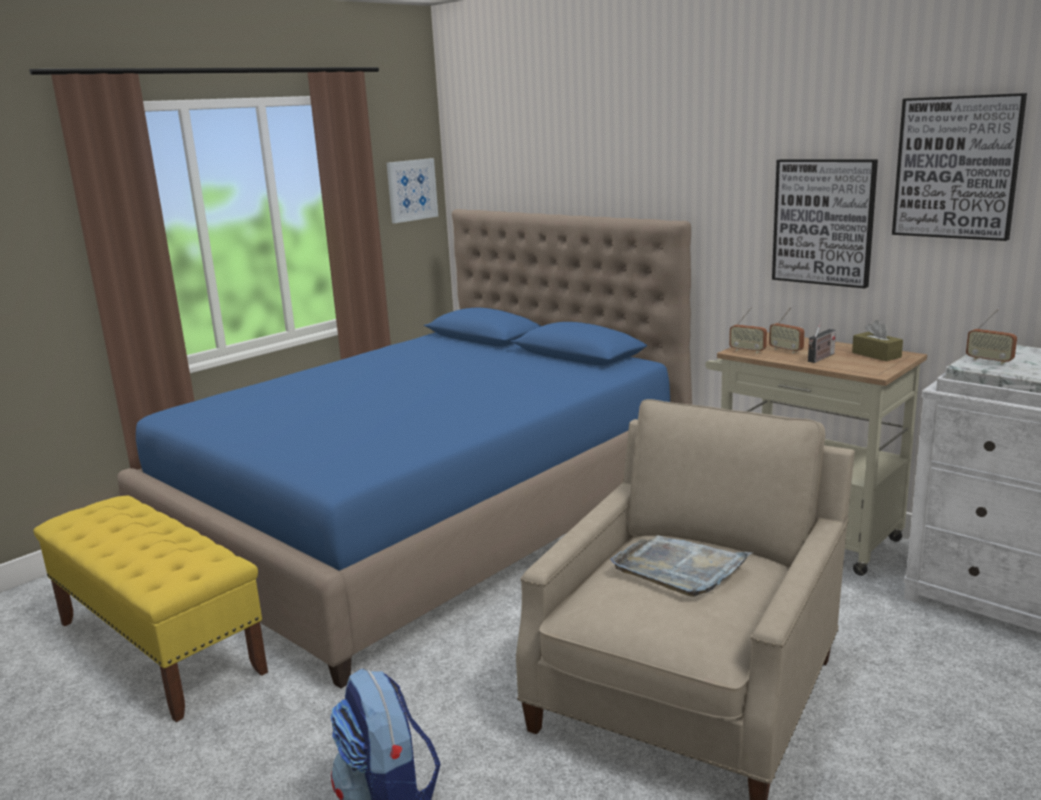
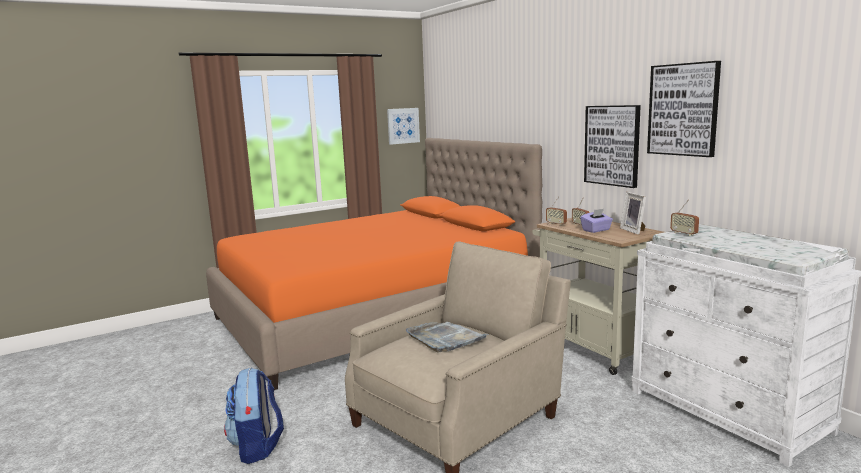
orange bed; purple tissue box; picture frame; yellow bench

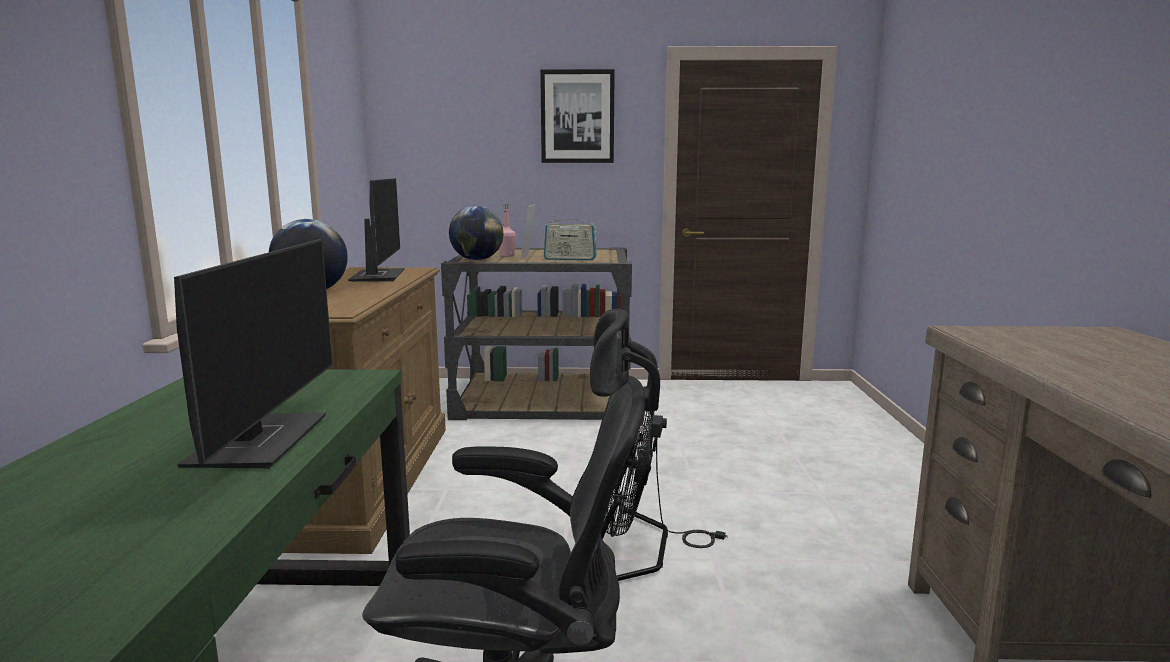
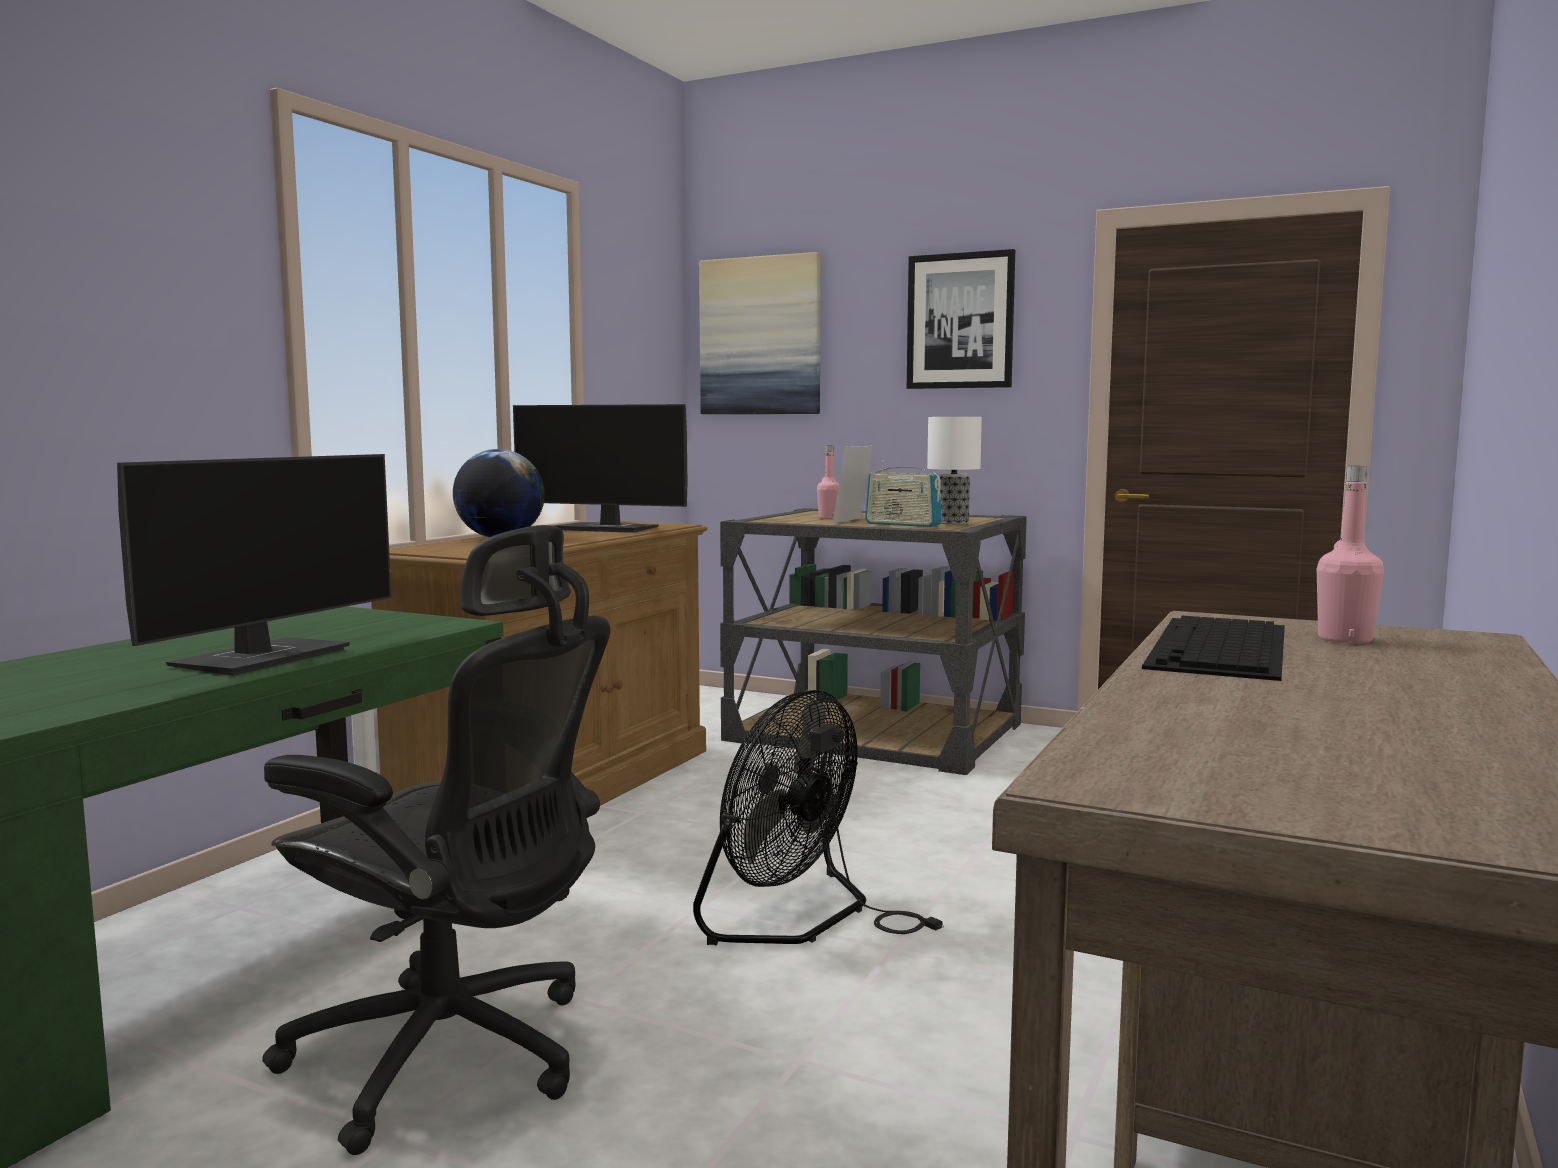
monitor (no. 2 from left); picture (no. 1 from left); table lamp; keyboard; pink bottle (no. 2 from left); globe (no. 2 from left in the first image)

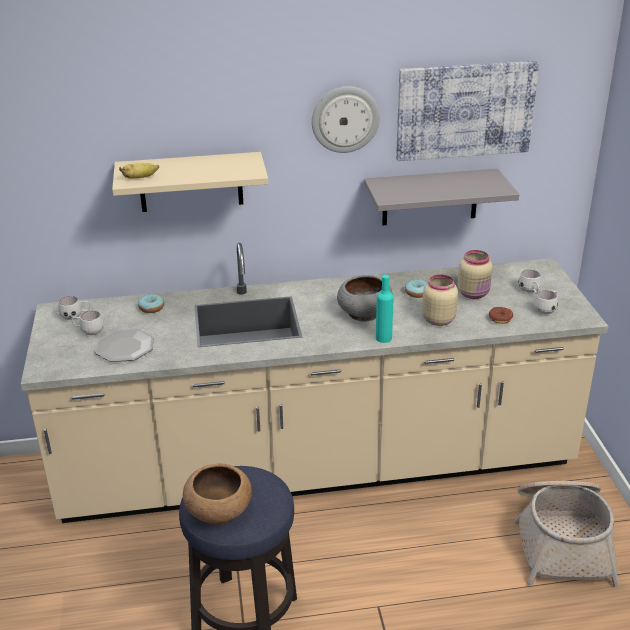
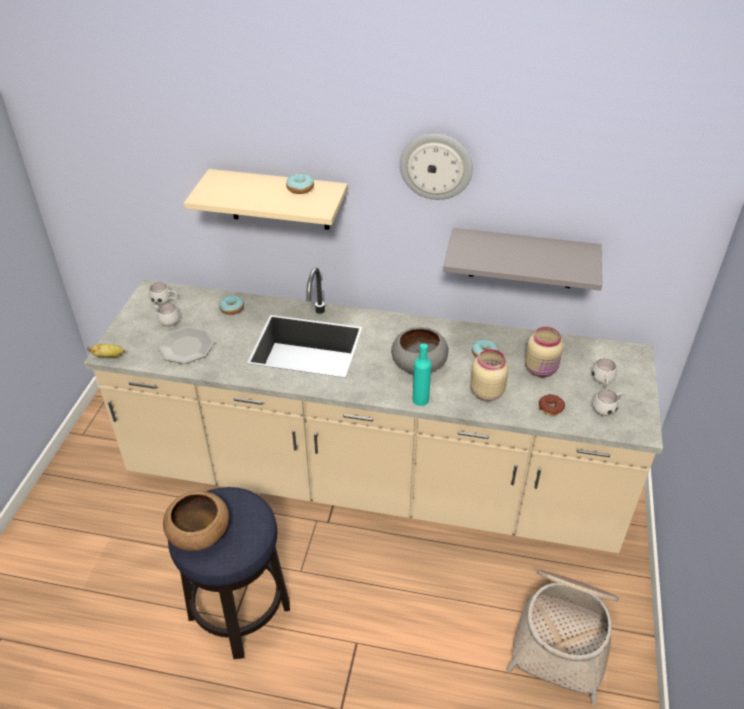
banana; donut (no. 2 from left); picture

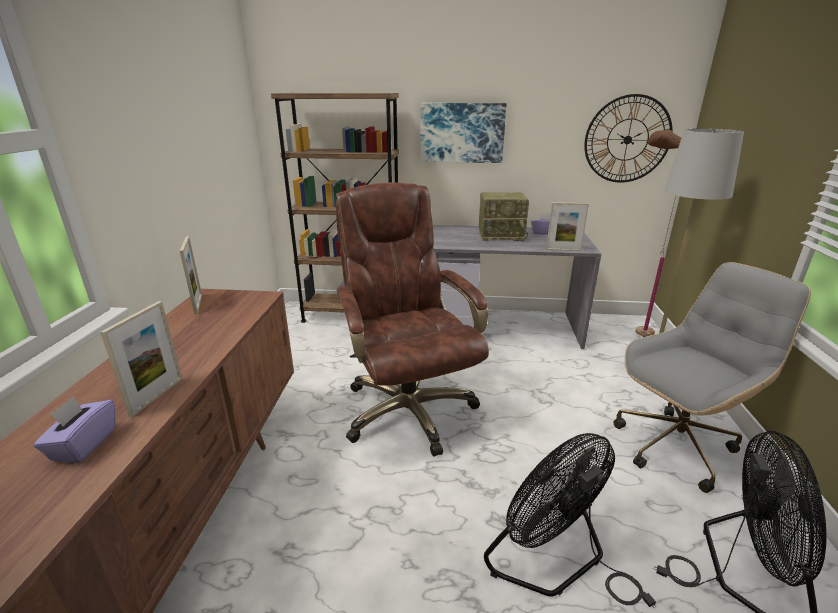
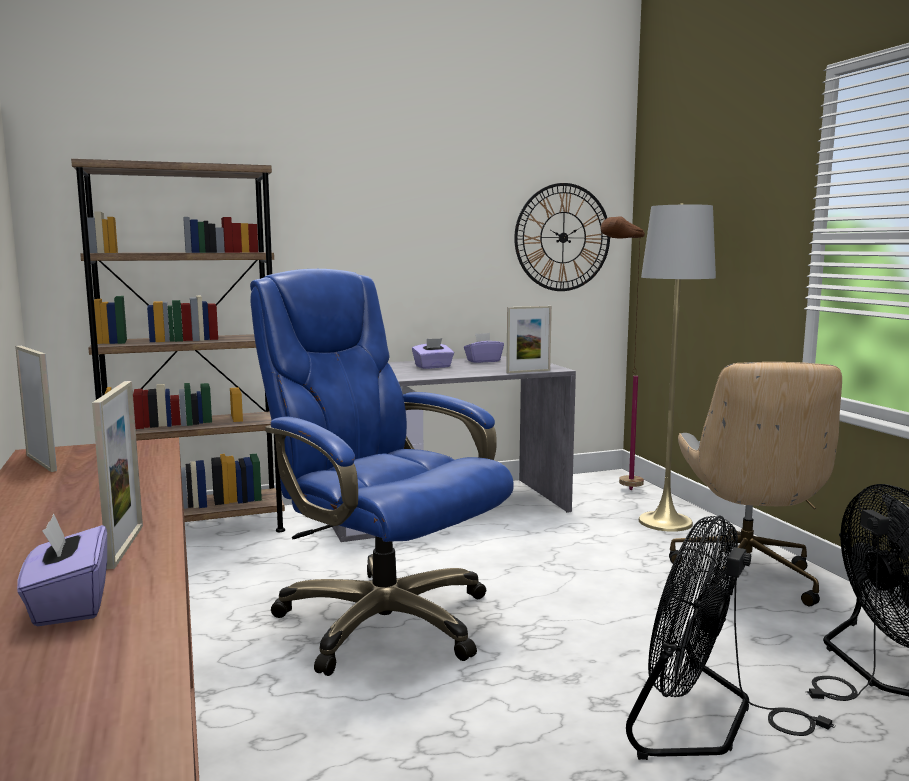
blue office chair; purple tissue box (no. 2 from left); grey office chair; picture

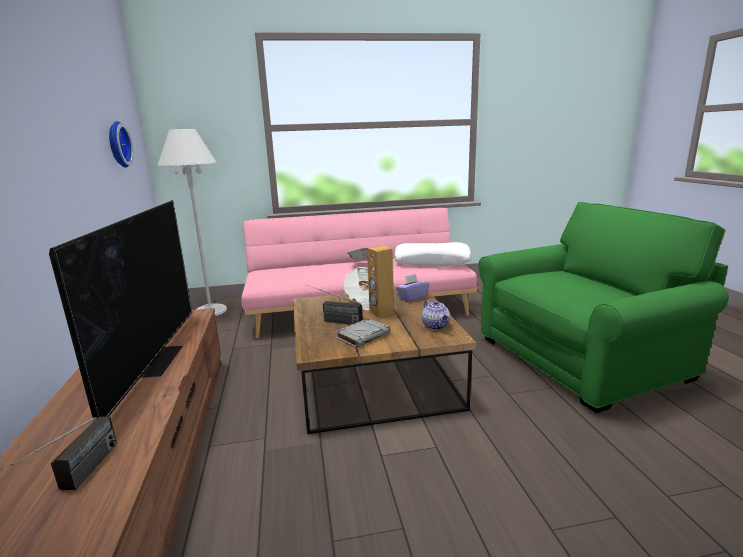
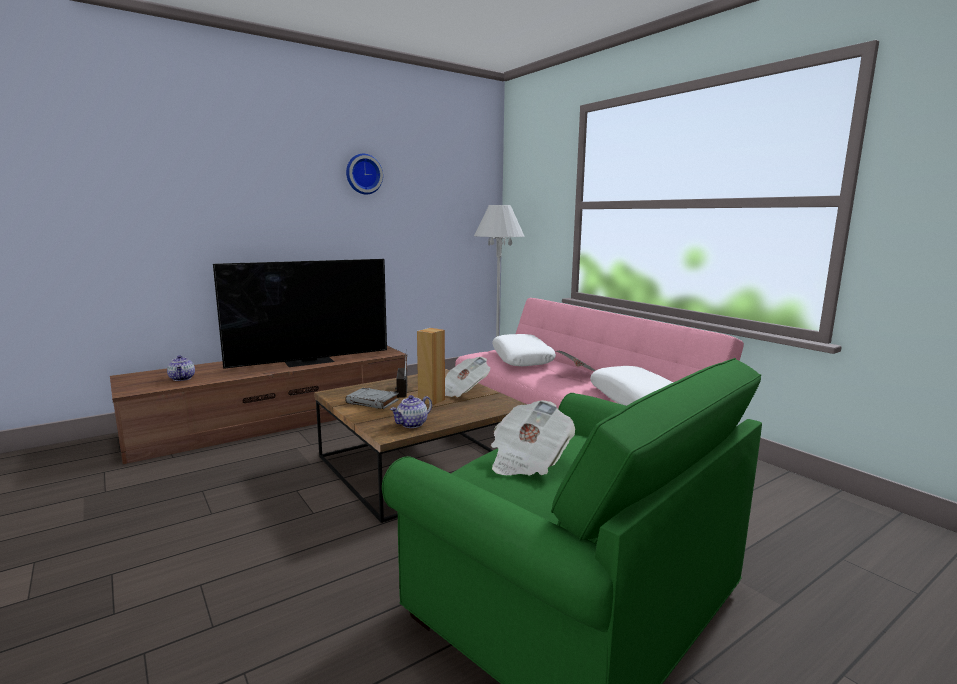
teapot (no. 1 from left); wall clock; newspaper (no. 2 from left); white pillow (no. 1 from left); purple tissue box

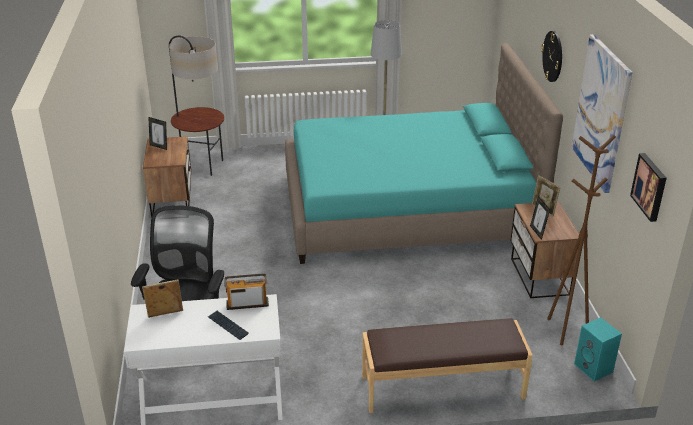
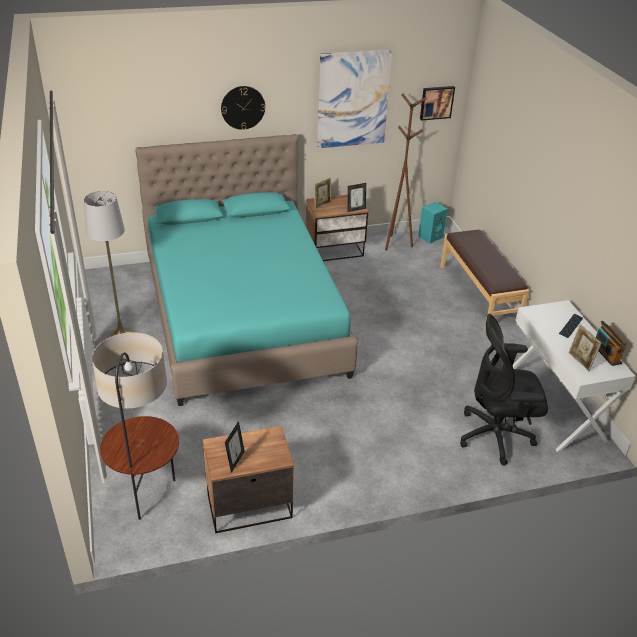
radio

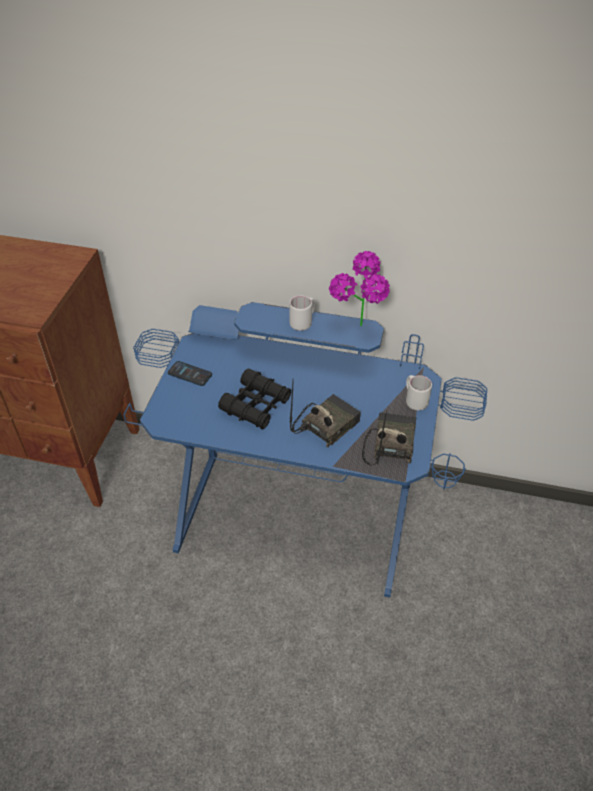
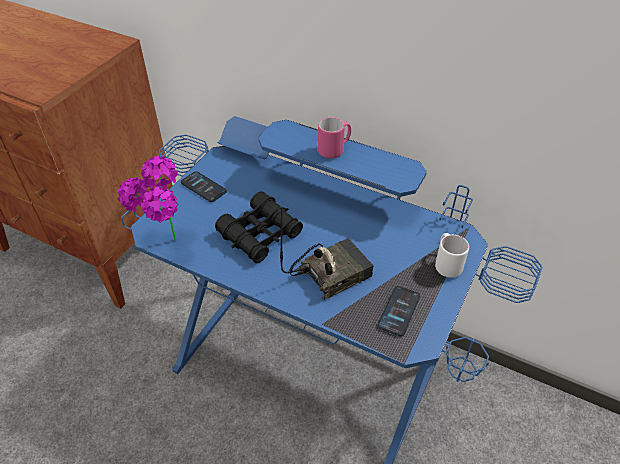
potted plant; pink mug; phone (no. 2 from left)

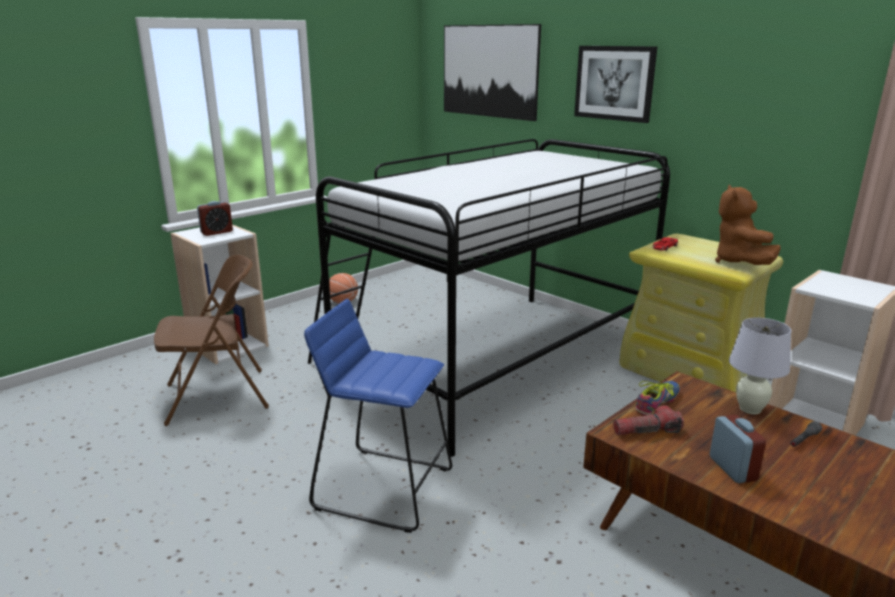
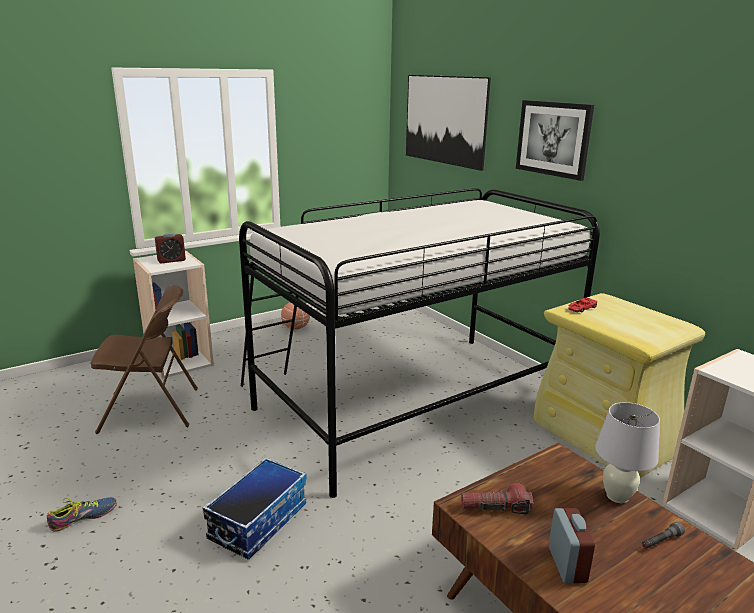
shoe; storage box; brown plush toy

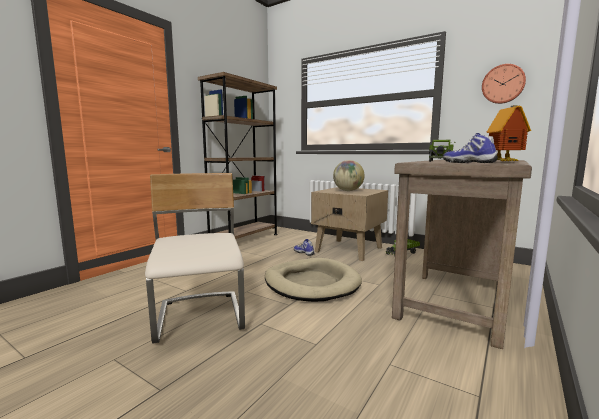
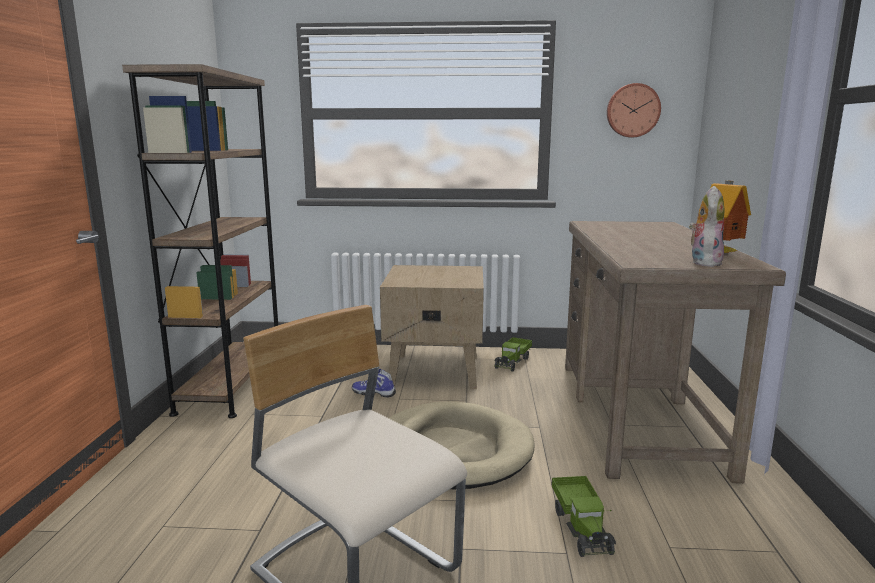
toy truck (no. 2 from left); plush toy; globe

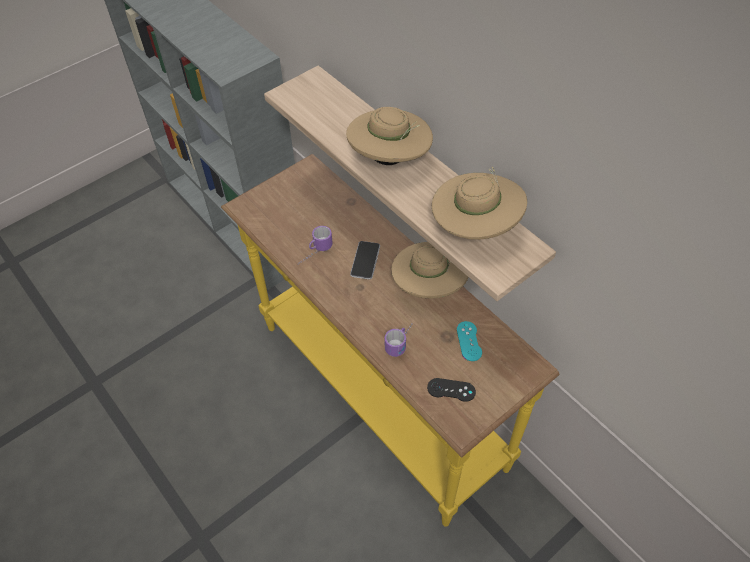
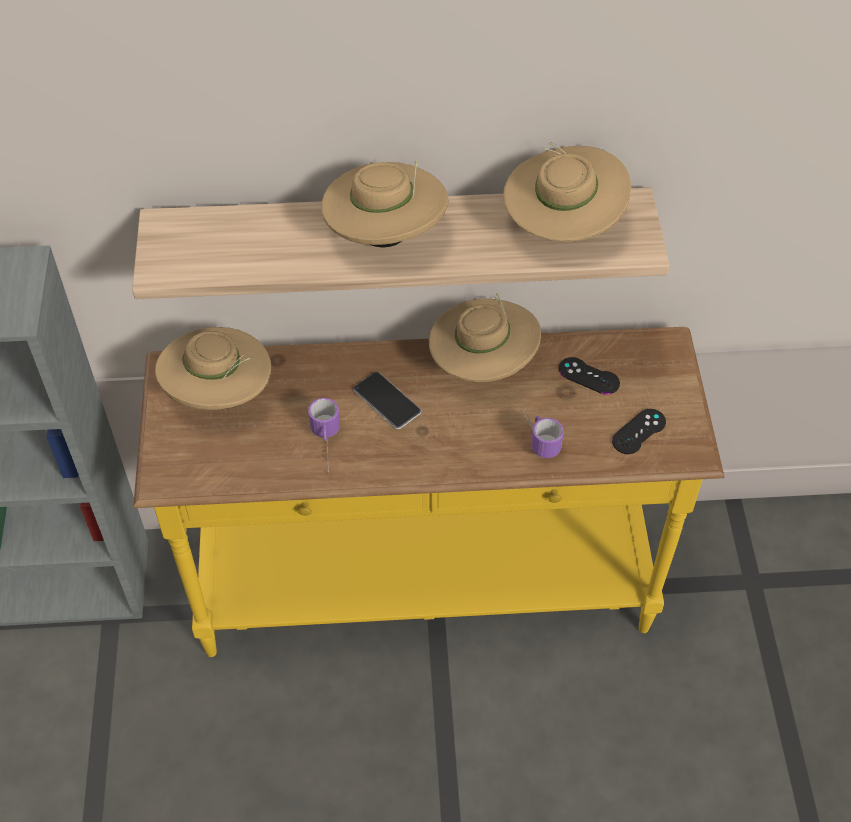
beige hat (no. 1 from left); black game controller (no. 1 from left)

